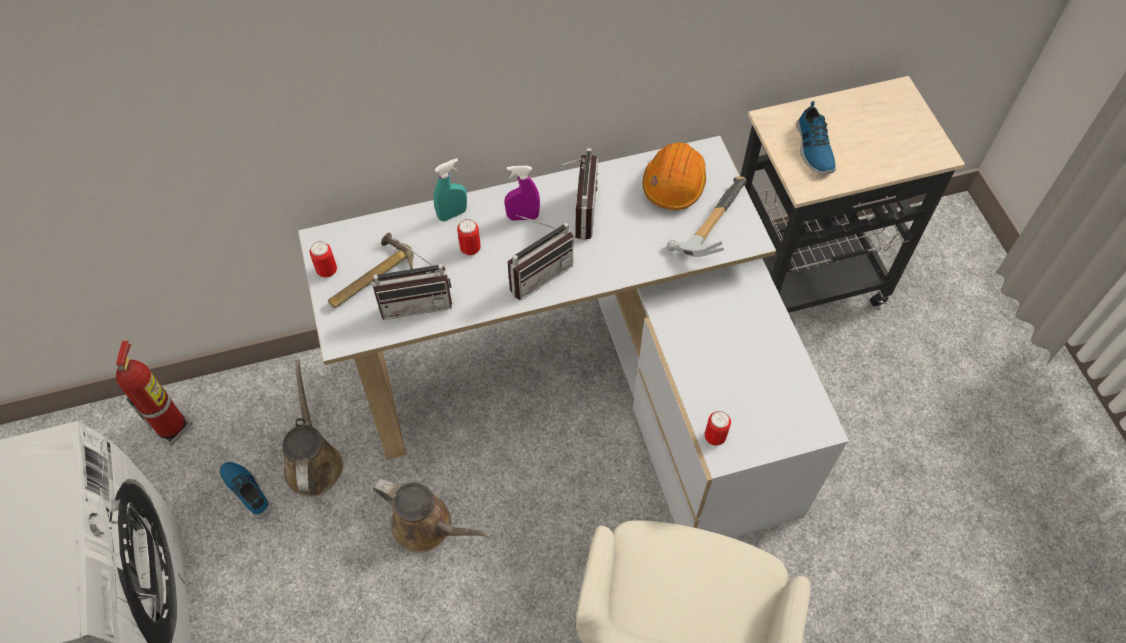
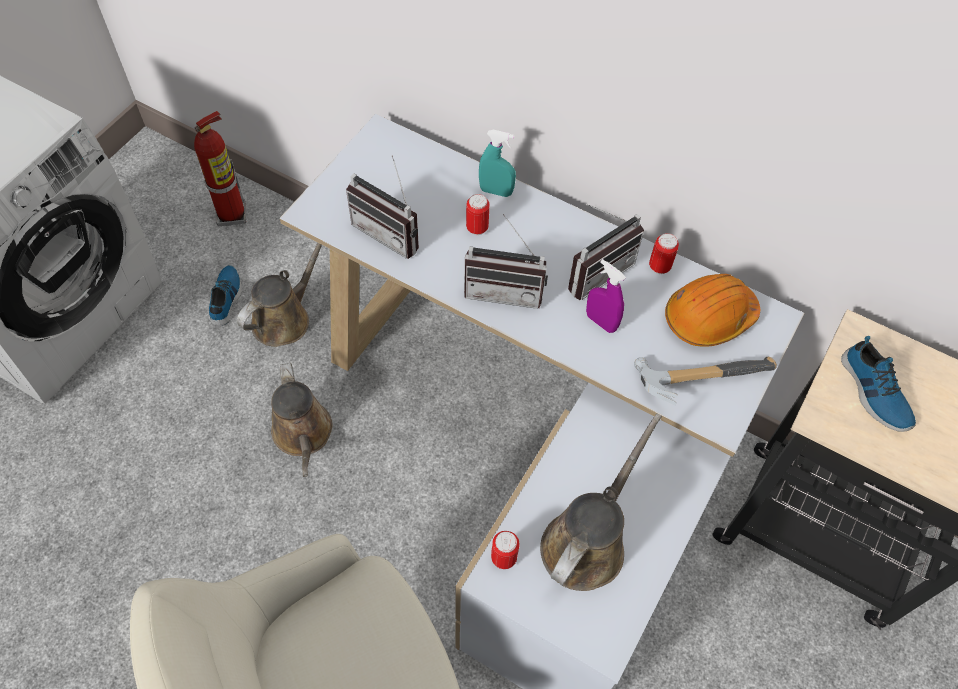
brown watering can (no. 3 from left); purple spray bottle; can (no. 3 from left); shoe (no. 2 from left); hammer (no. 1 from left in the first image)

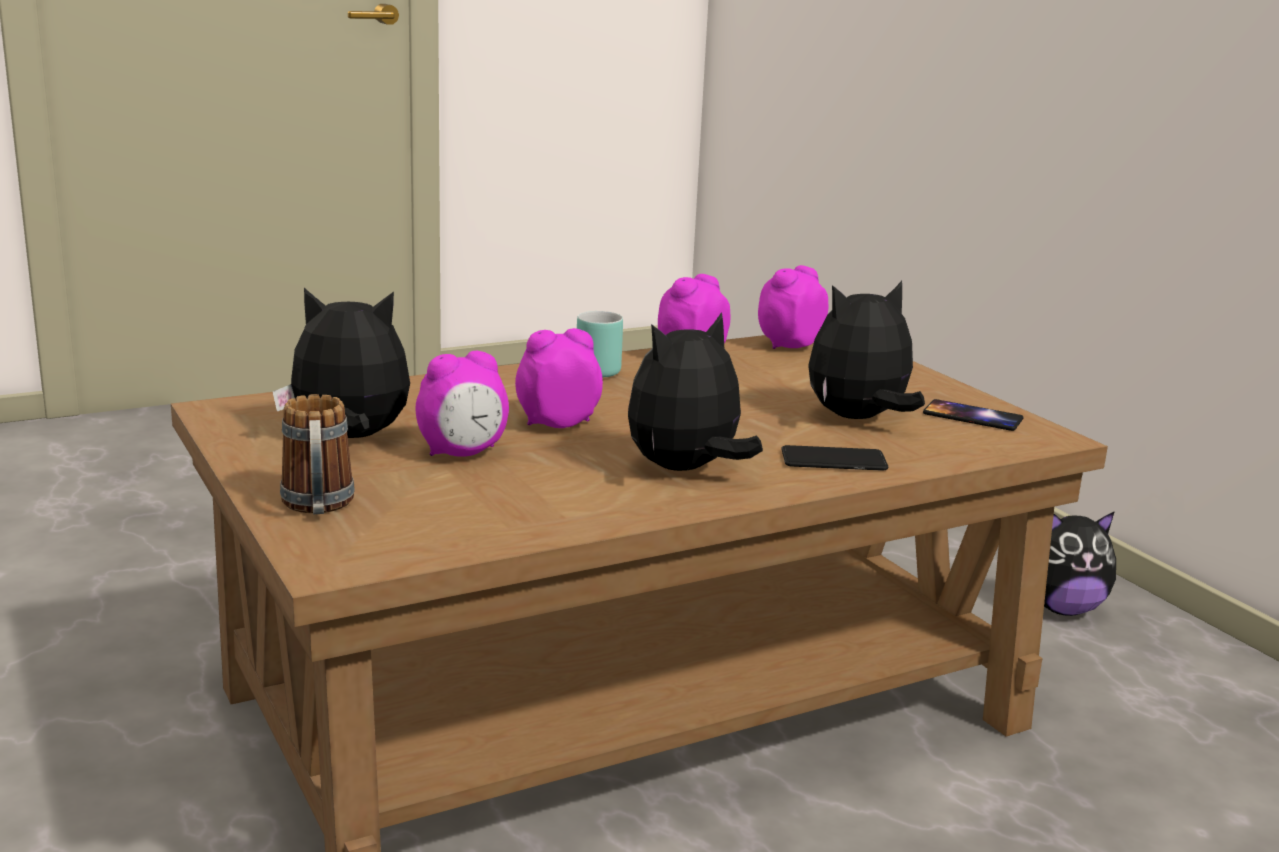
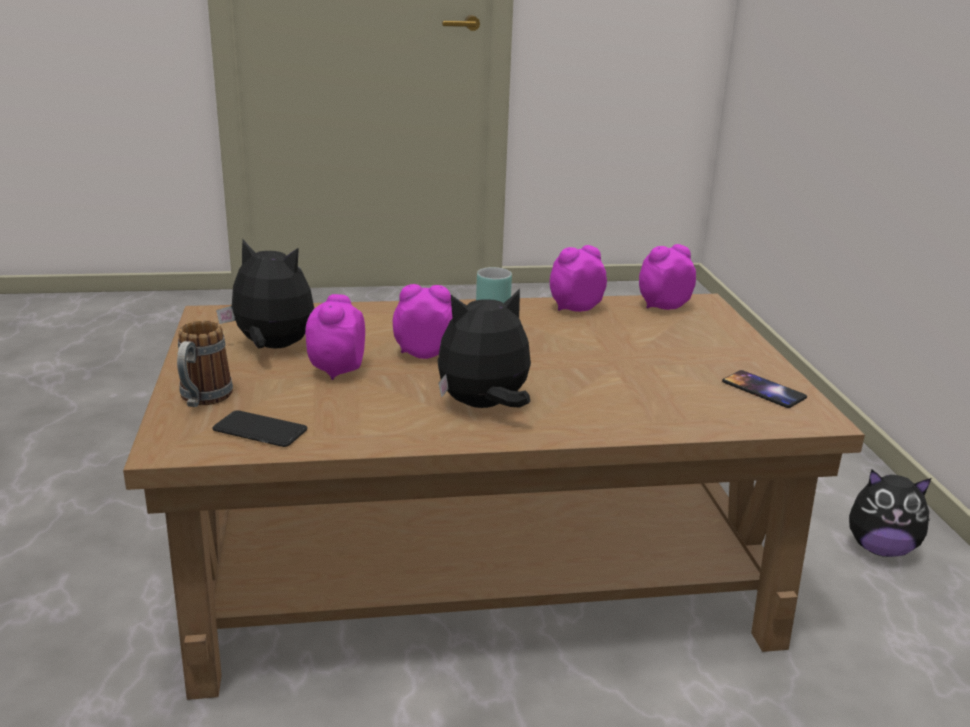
phone (no. 1 from left); alarm clock (no. 1 from left); plush toy (no. 3 from left in the first image)

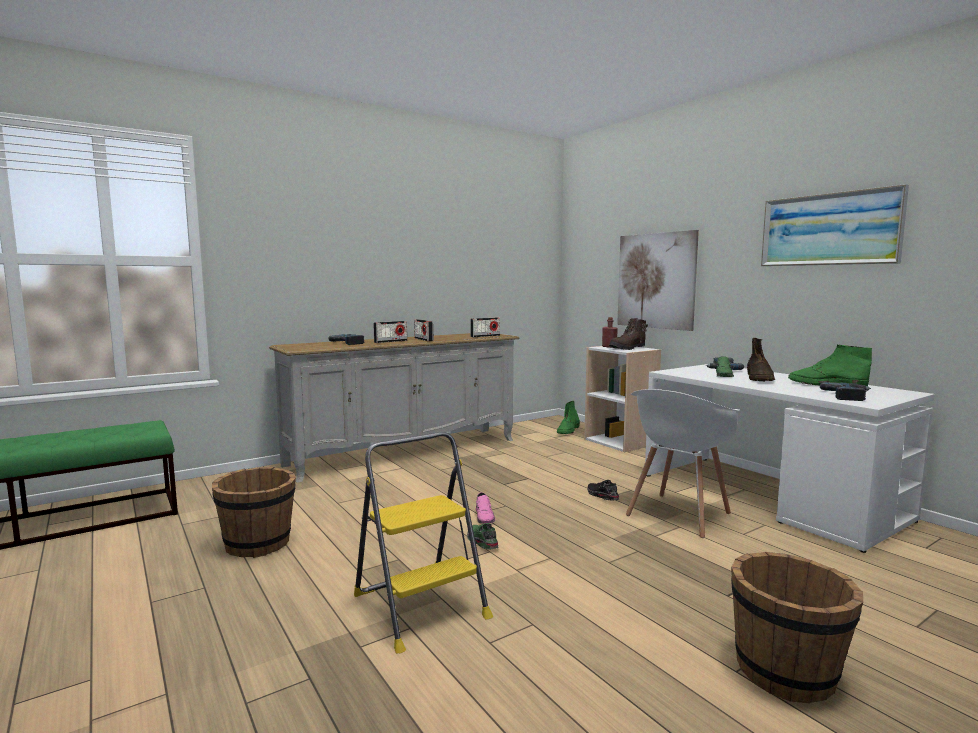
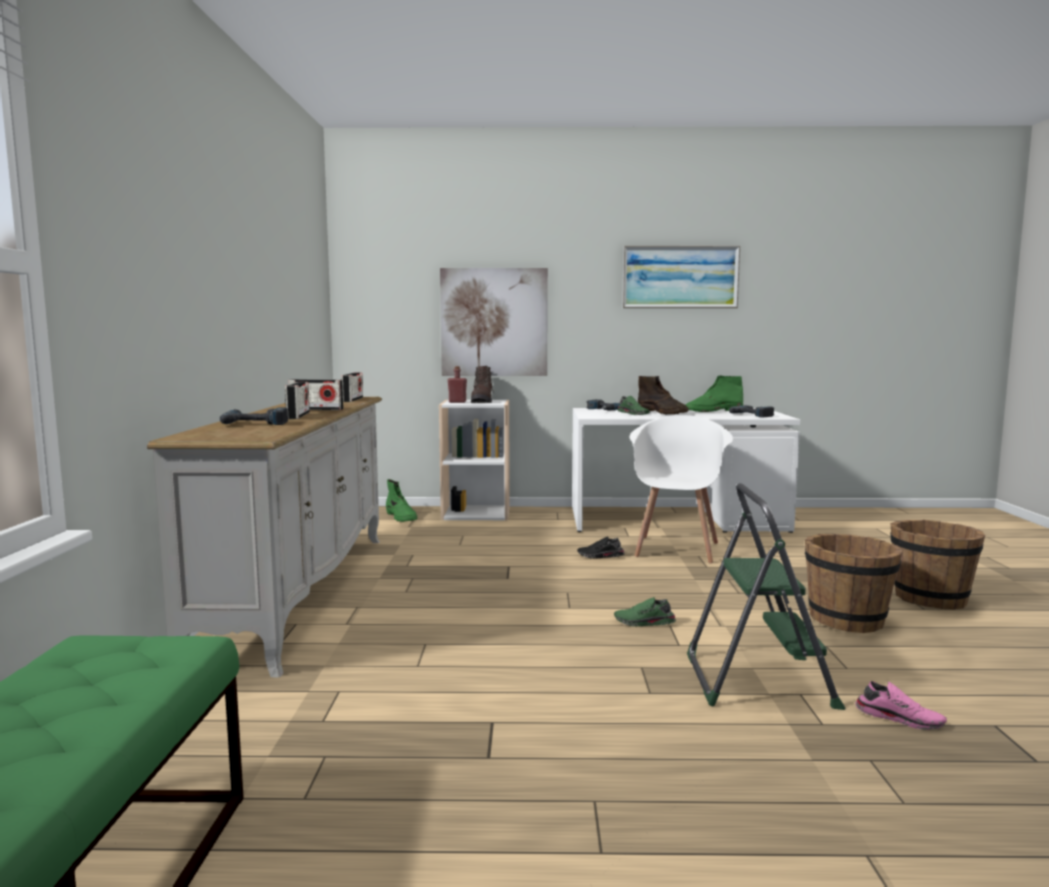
white chair; green step ladder; brown bucket (no. 1 from left); pink shoe

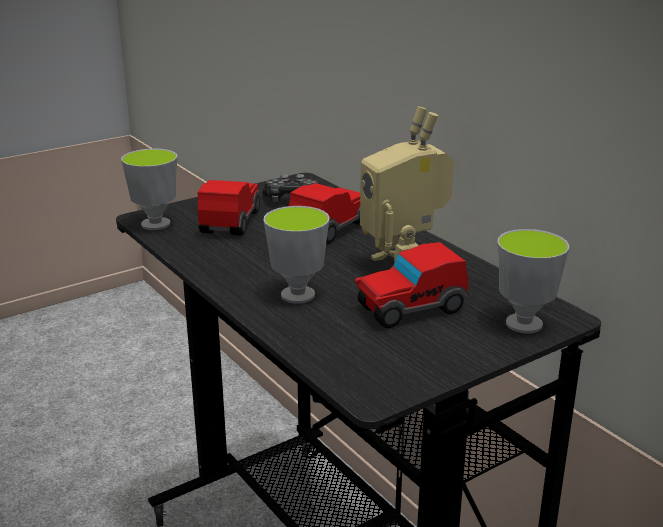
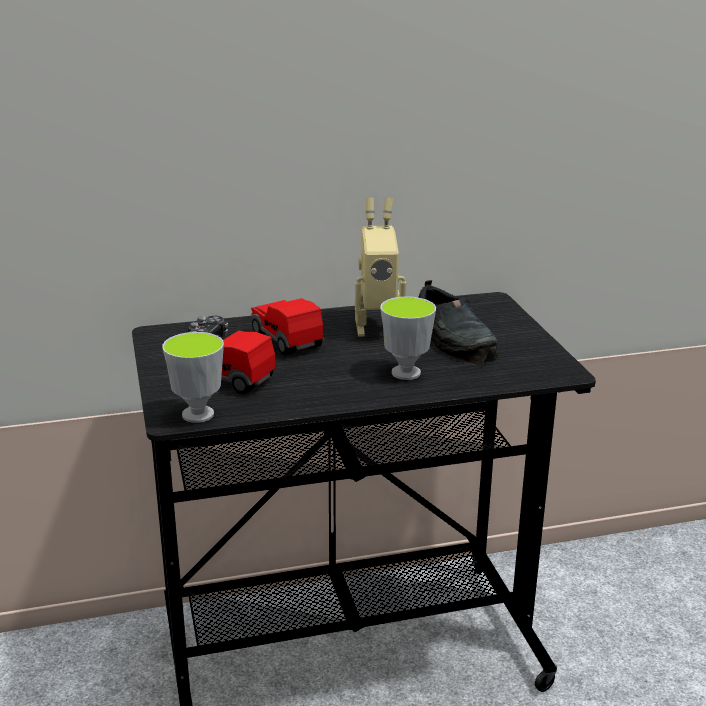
black shoe; cup (no. 3 from left in the first image)

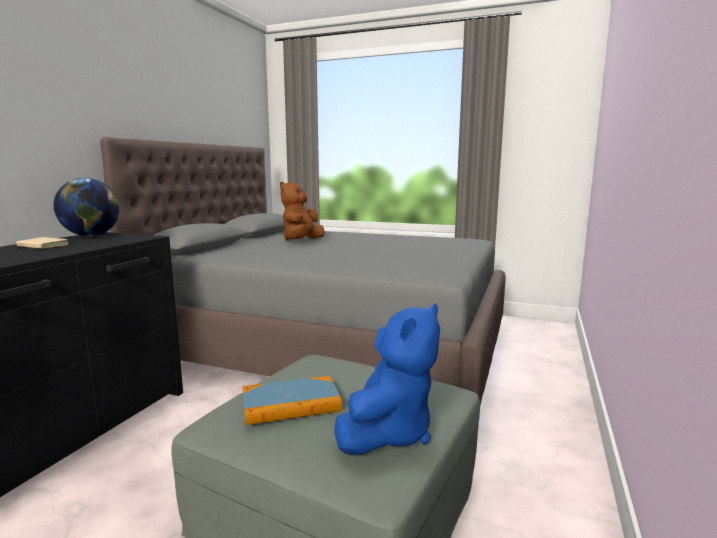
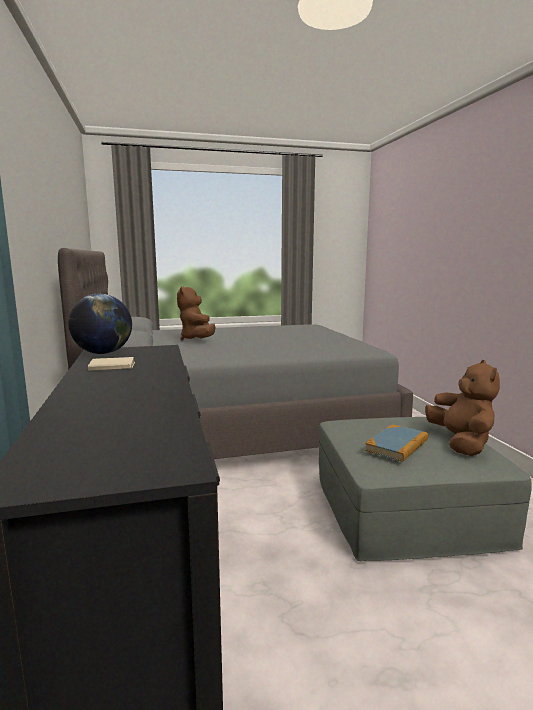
brown plush toy (no. 2 from left)

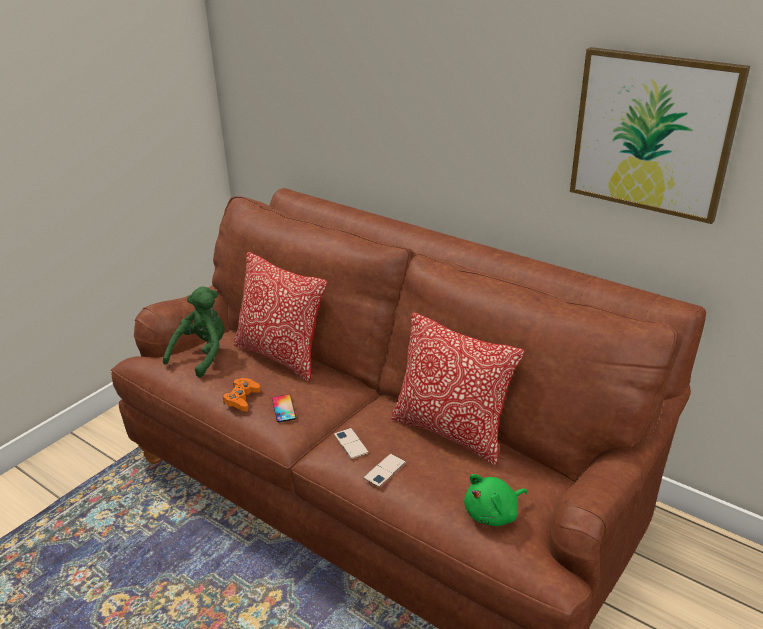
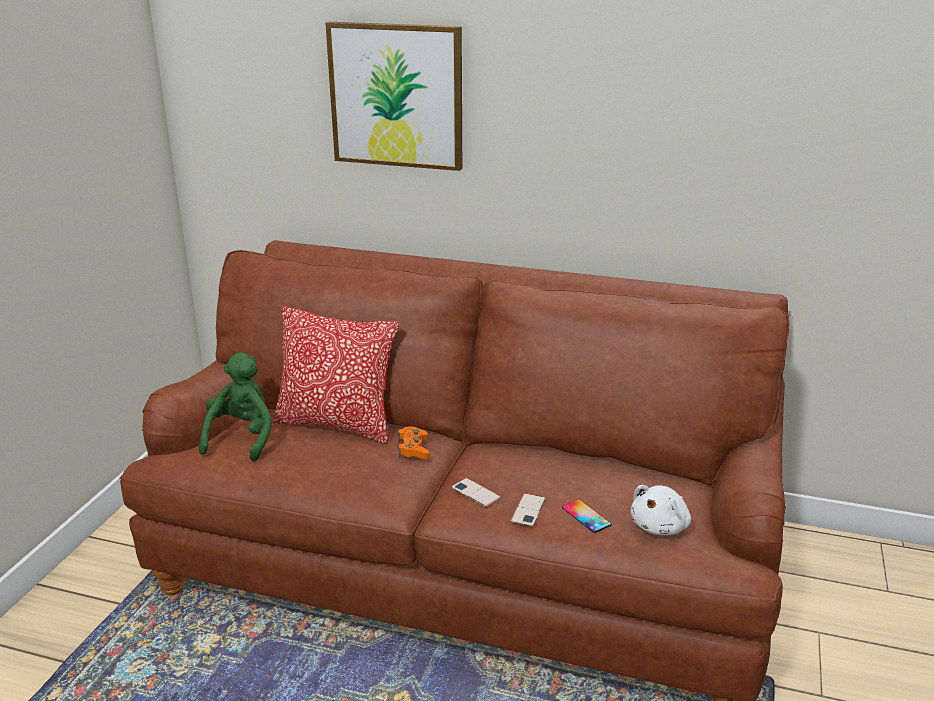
picture; orange game controller; phone (no. 3 from left); white plush toy; pillow (no. 2 from left in the first image)

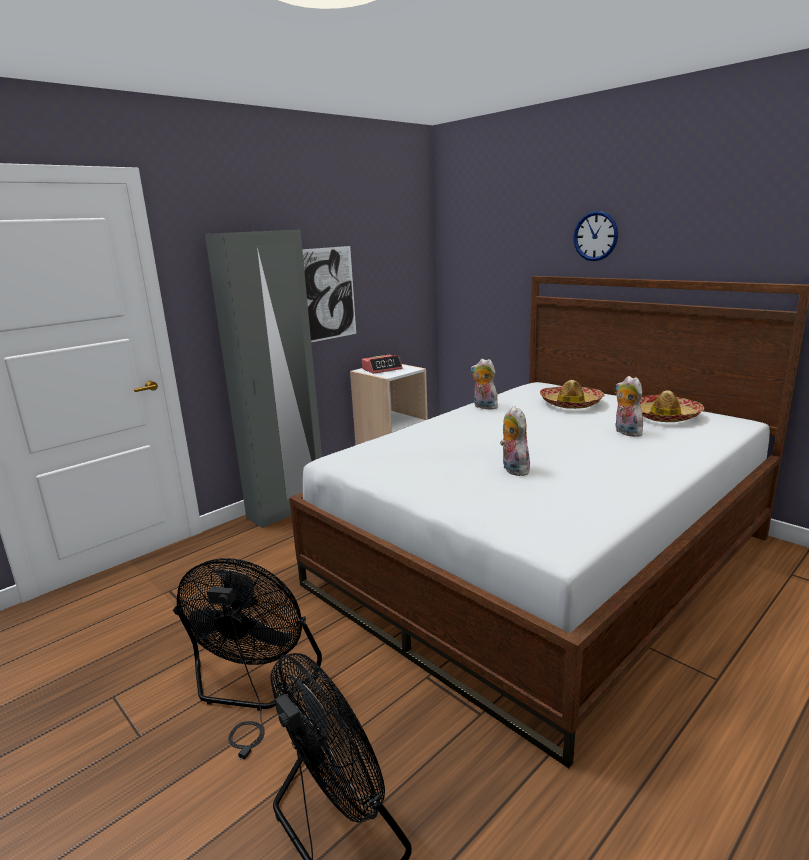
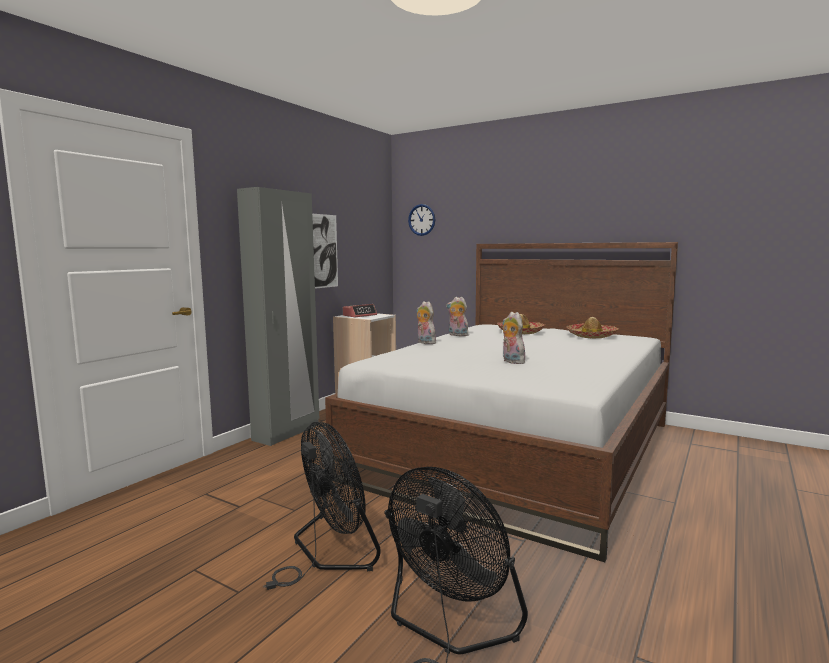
black fan (no. 1 from left); wall clock; plush toy (no. 1 from left)

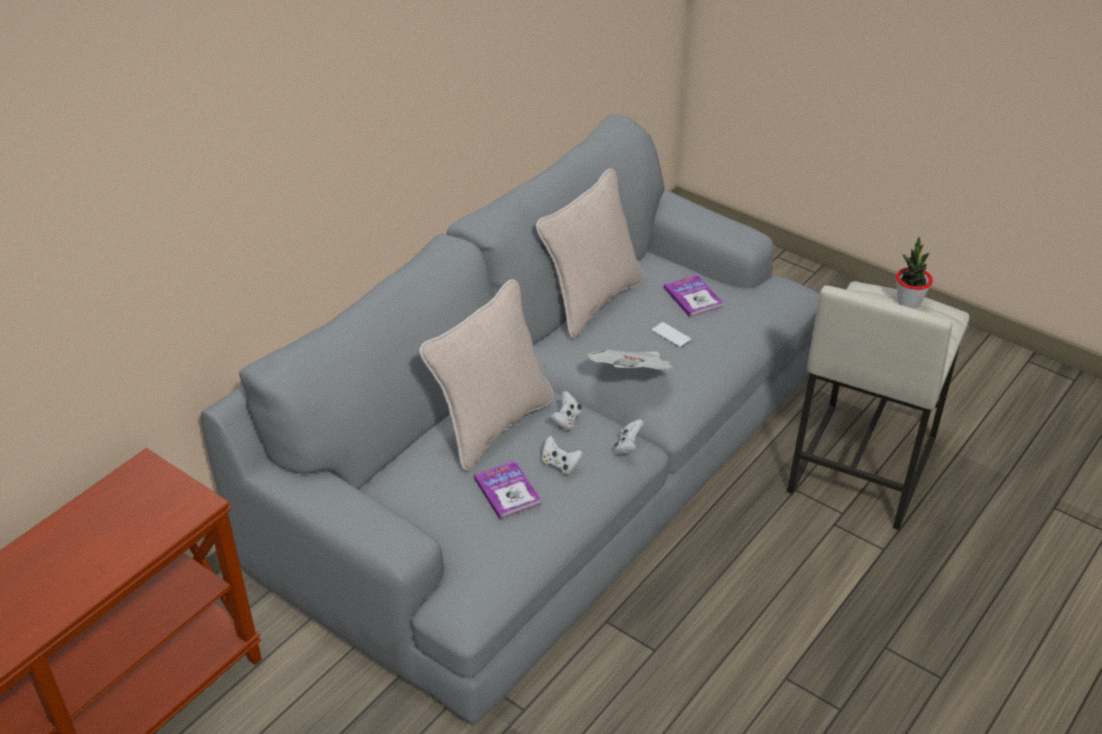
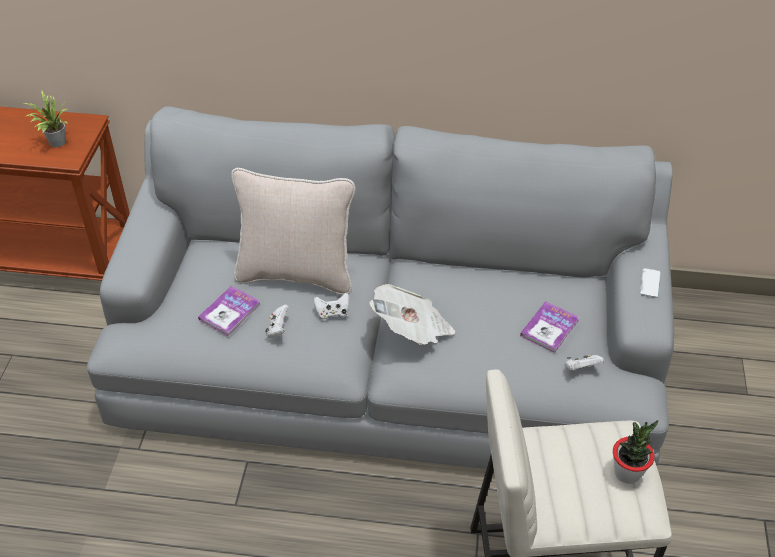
potted plant (no. 1 from left); white game controller (no. 3 from left); phone; beige pillow (no. 2 from left in the first image)

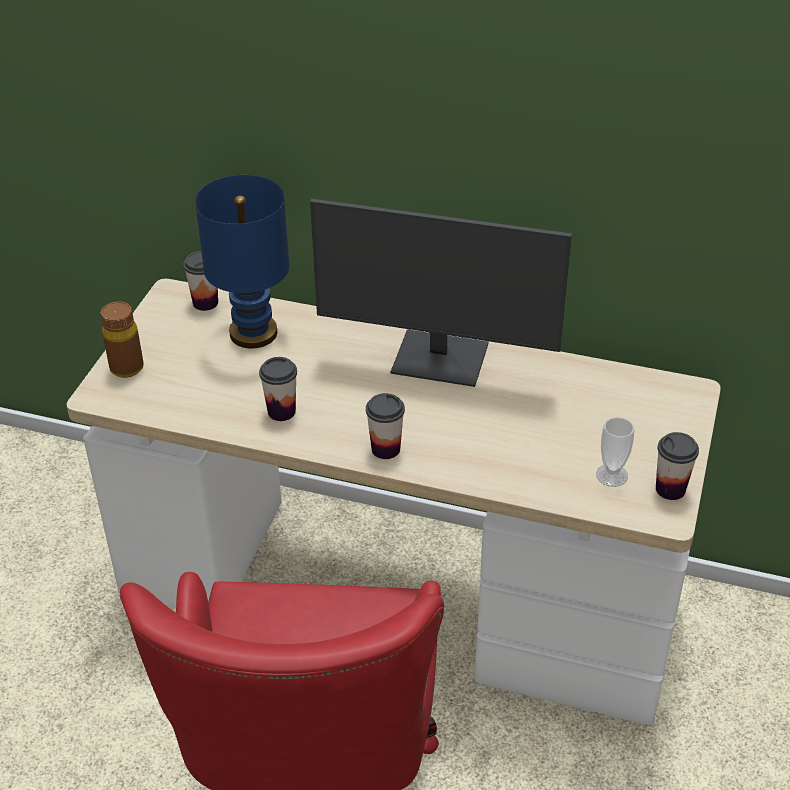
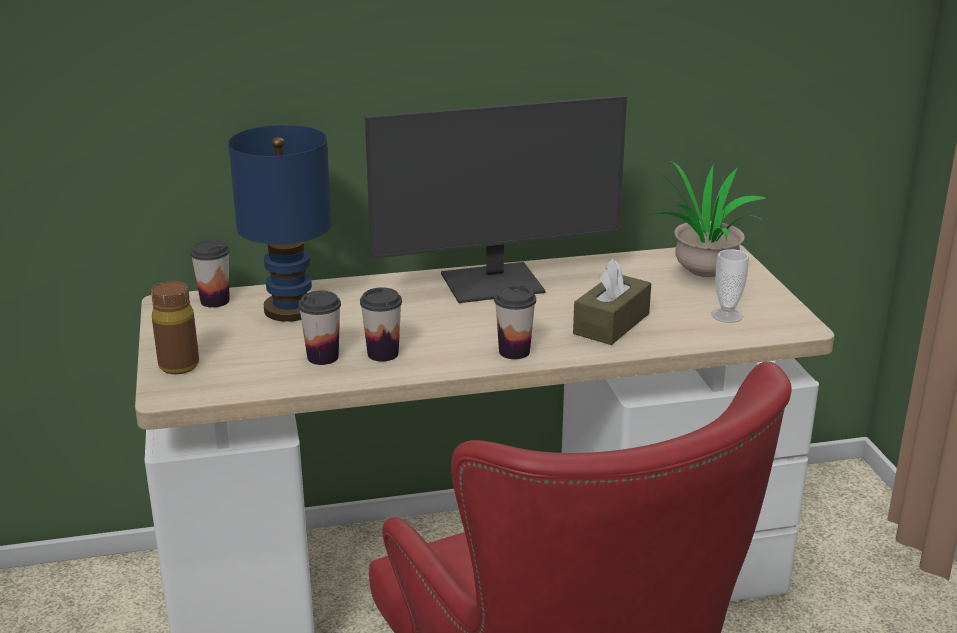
cup (no. 2 from left); brown tissue box; potted plant

